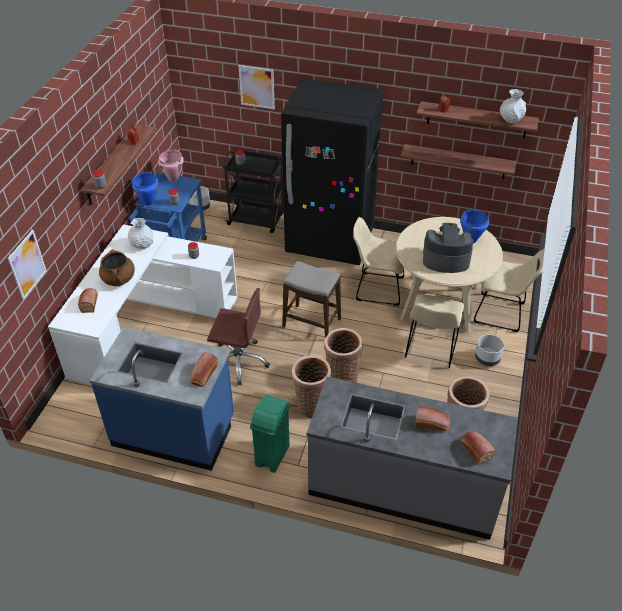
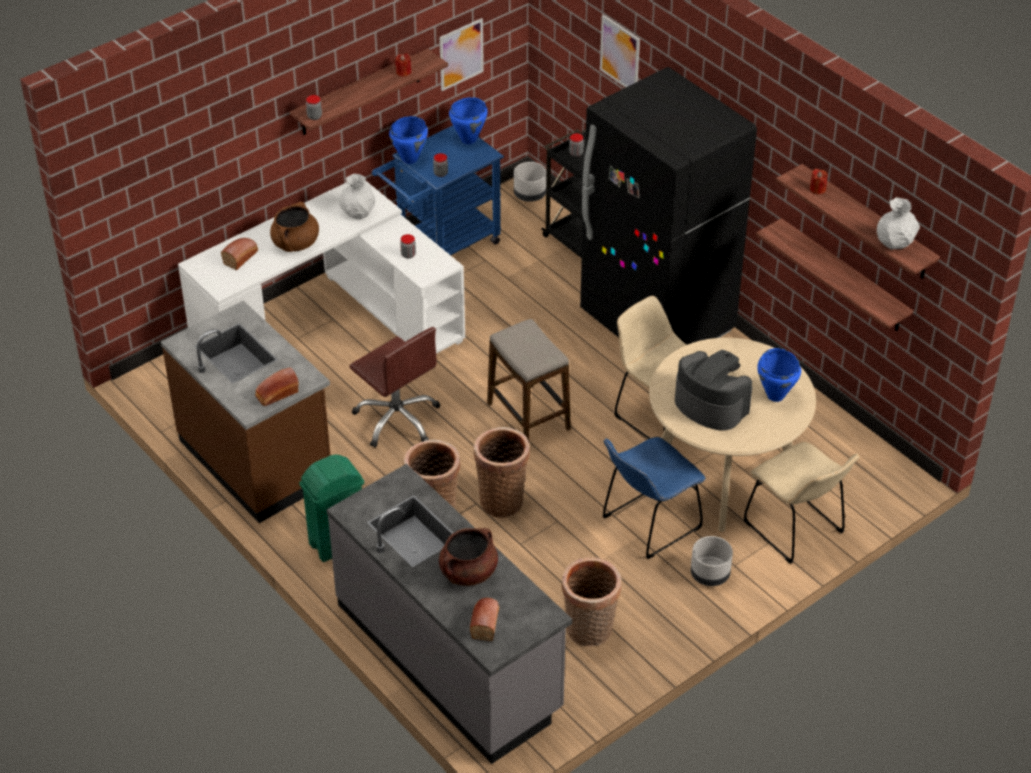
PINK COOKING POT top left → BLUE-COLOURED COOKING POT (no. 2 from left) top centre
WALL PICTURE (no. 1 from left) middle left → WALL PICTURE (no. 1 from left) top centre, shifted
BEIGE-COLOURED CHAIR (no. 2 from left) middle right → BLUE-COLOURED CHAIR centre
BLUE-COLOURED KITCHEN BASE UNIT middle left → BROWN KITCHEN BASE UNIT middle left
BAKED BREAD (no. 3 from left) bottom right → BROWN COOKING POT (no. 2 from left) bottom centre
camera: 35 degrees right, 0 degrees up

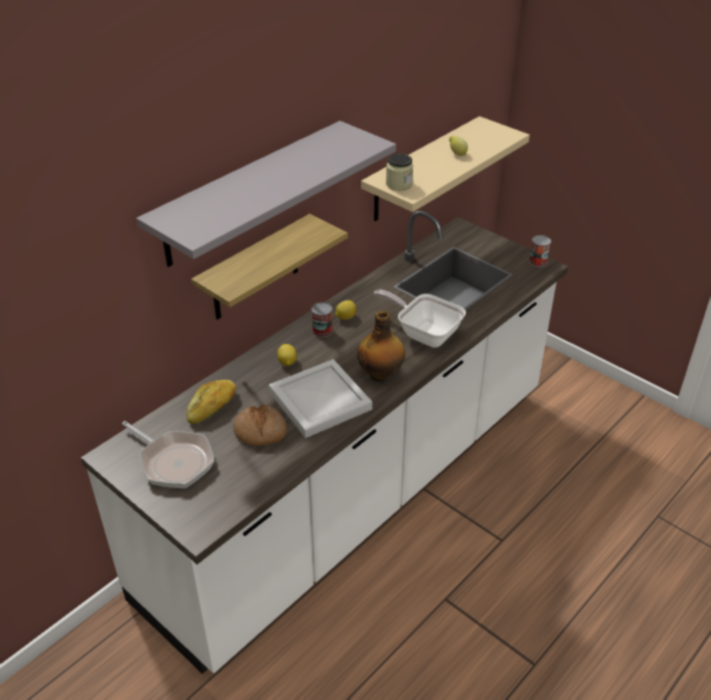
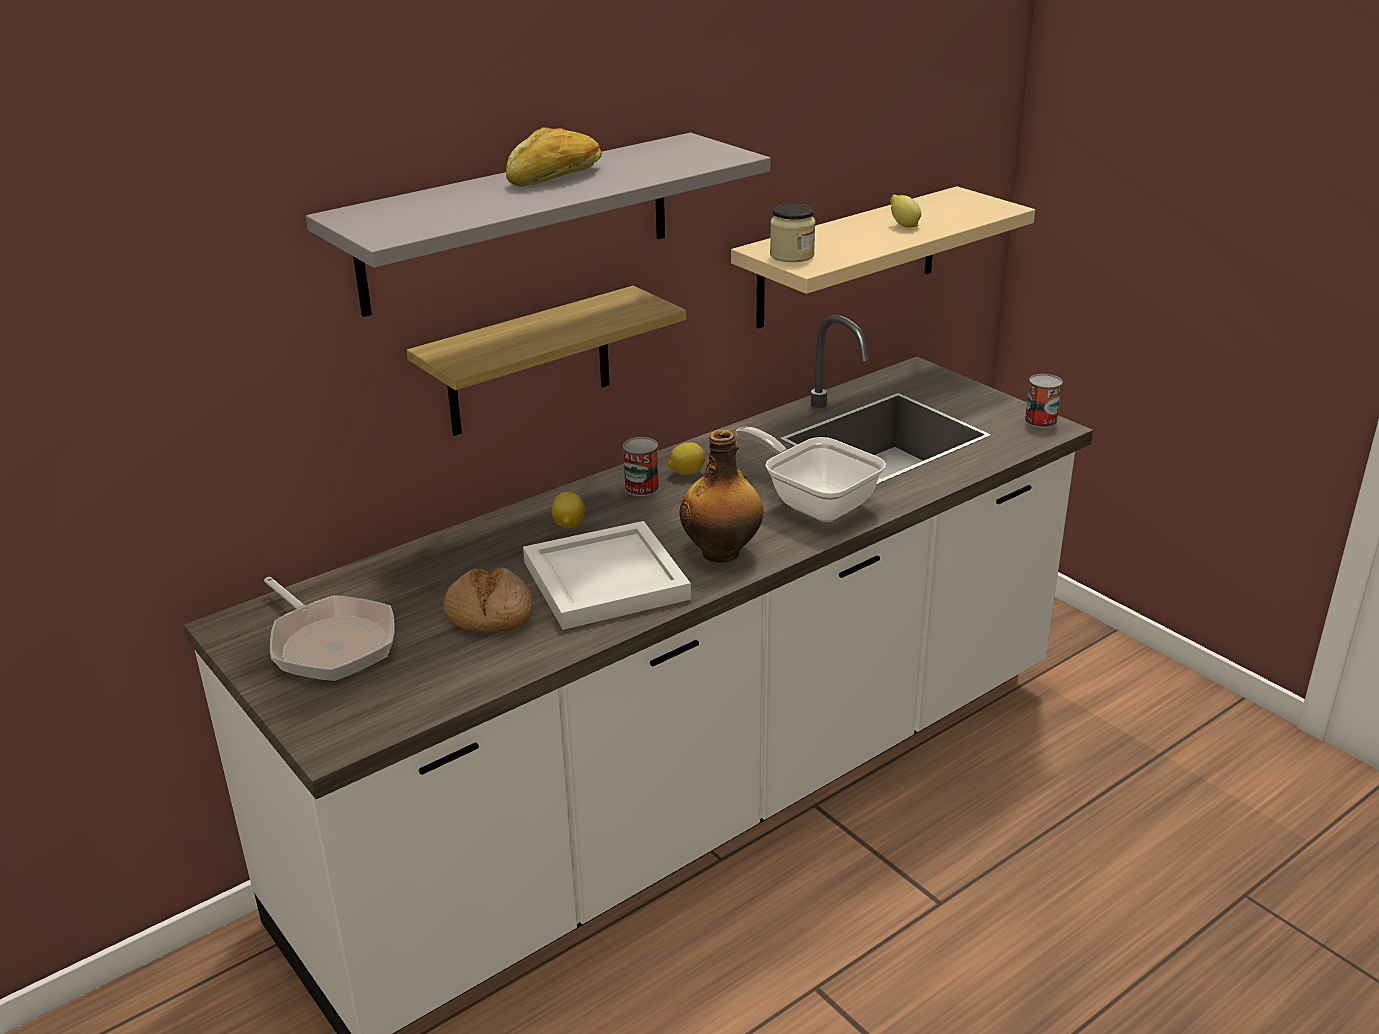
BAKED BREAD (no. 1 from left in the first image) middle left → BAKED BREAD (no. 2 from left) top centre, shifted
camera: 10 degrees right, 10 degrees down

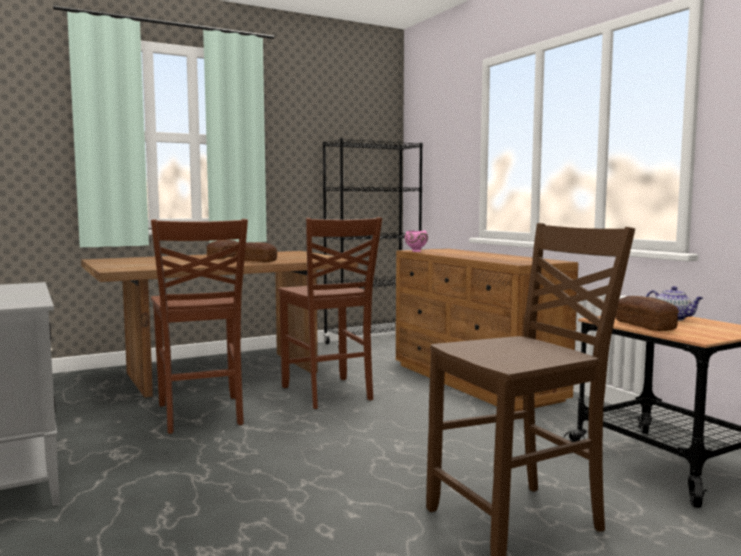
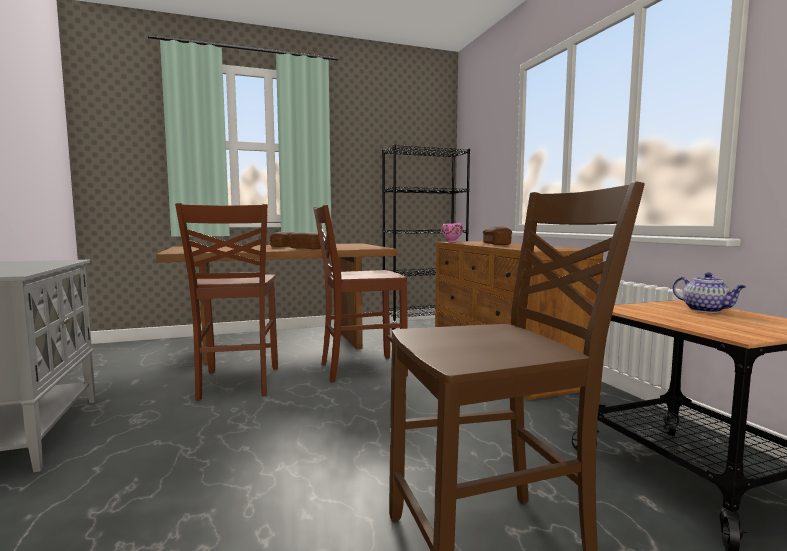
BROWN CHAIR (no. 2 from left) centre, 90 degrees clockwise
BAKED BREAD (no. 3 from left) middle right → BAKED BREAD (no. 3 from left) centre, shifted
camera: 10 degrees right, 0 degrees up

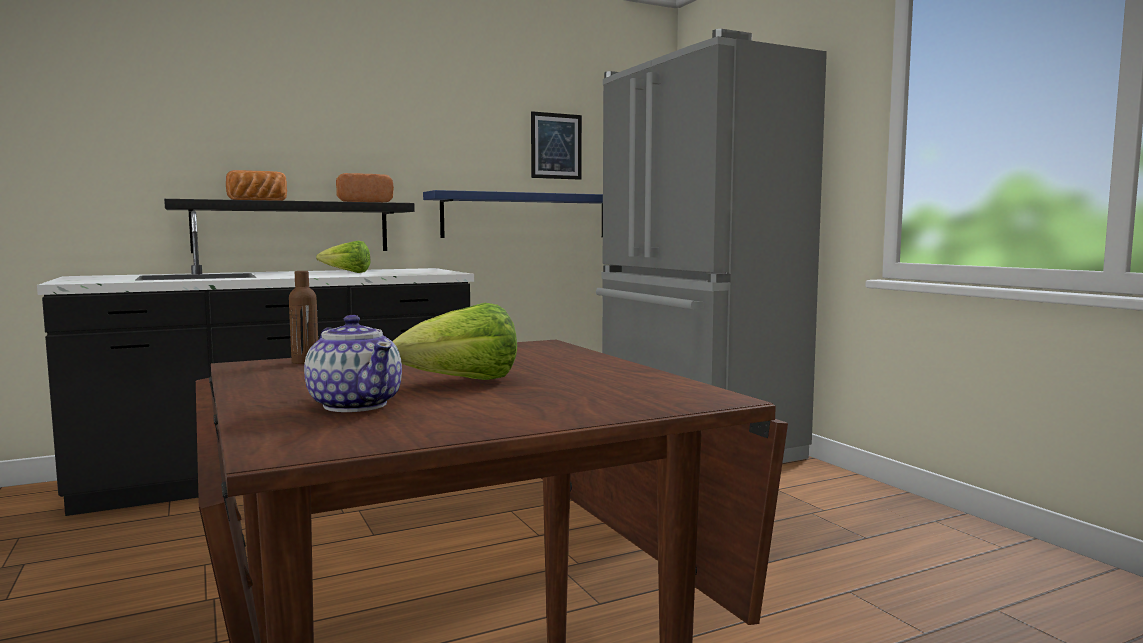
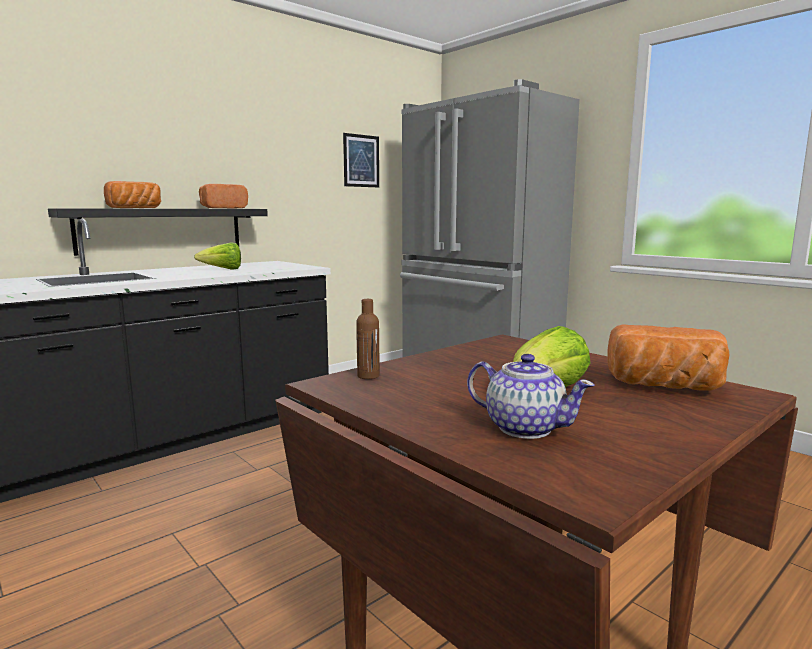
BLUE-COLOURED WALL SHELF top centre → -
- → BAKED BREAD (no. 3 from left) middle right
camera: 15 degrees left, 5 degrees up

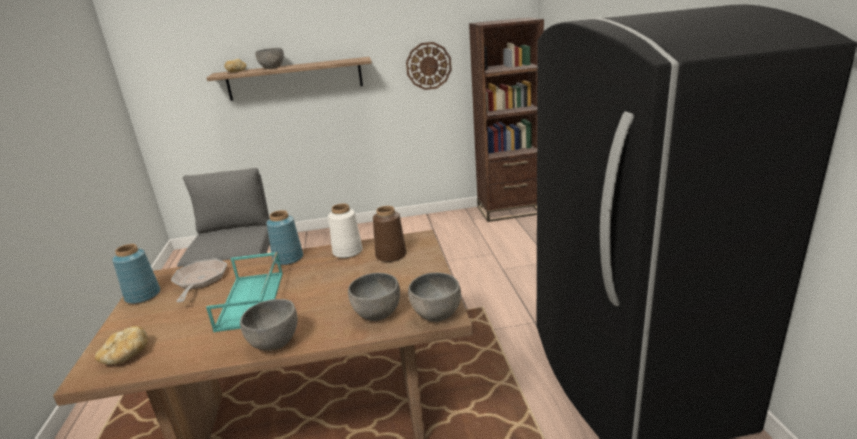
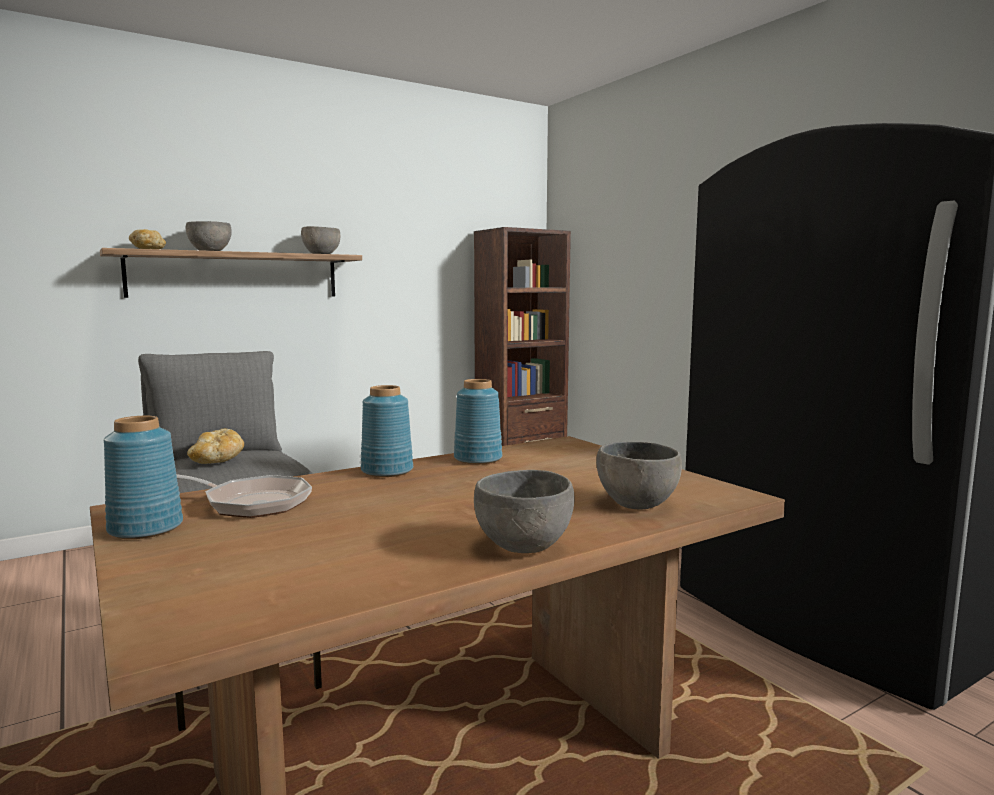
CLOCK ON THE WALL top centre → -
WHITE DECORATIVE VASE centre → BLUE-COLOURED DECORATIVE VASE (no. 3 from left) centre
BROWN DECORATIVE VASE centre → -
TURQUOISE SERVING TRAY middle left → -
SKILLET middle left, 135 degrees clockwise
GREYISH BOWL (no. 4 from left in the first image) bottom centre → GREYISH BOWL (no. 2 from left) top left, shifted
BAKED BREAD (no. 1 from left in the first image) bottom left → BAKED BREAD (no. 2 from left) middle left, shifted
camera: 25 degrees left, 15 degrees down

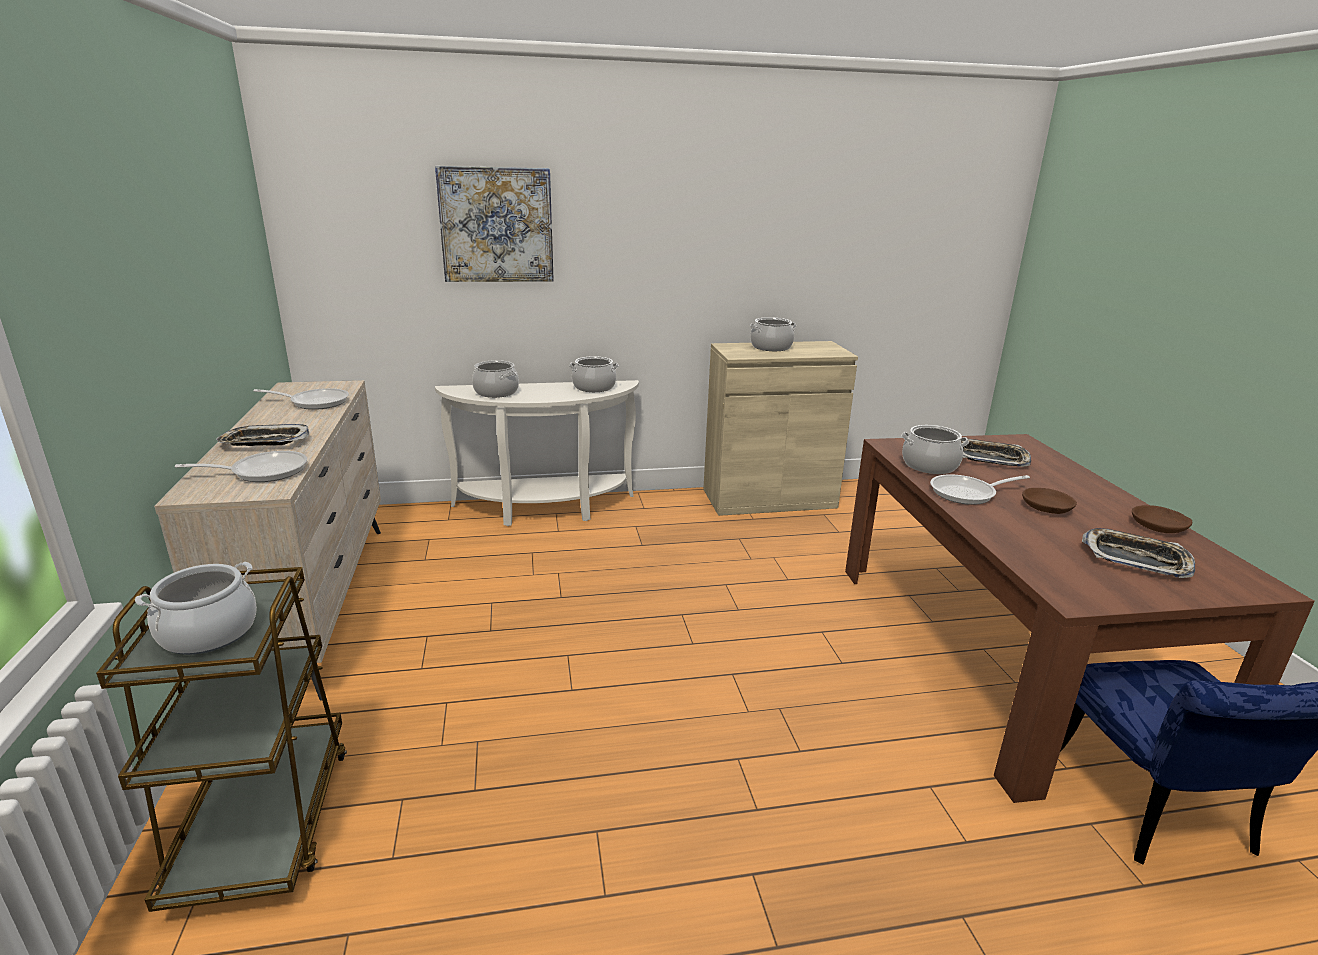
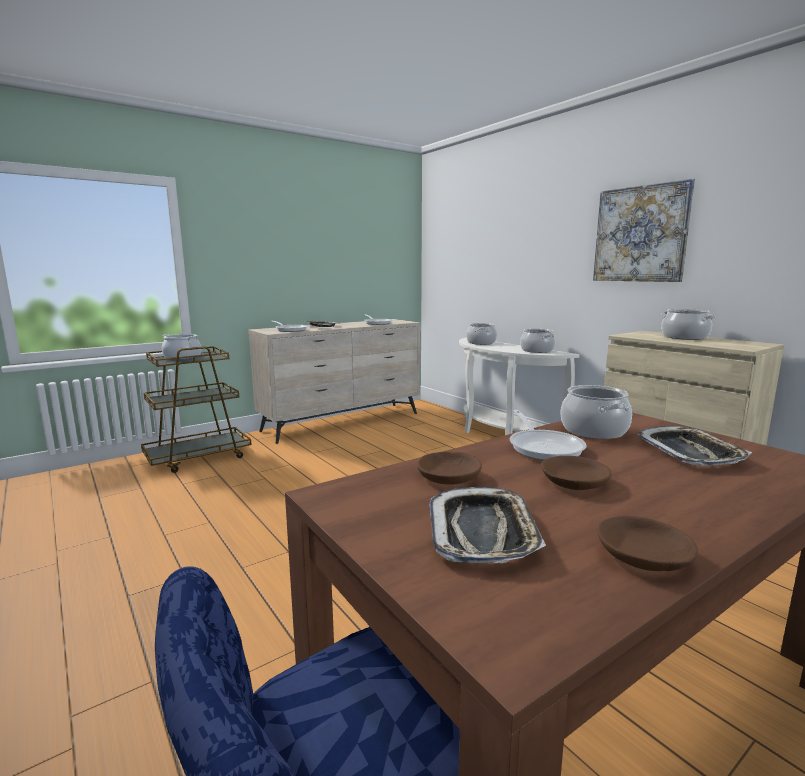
WALL PICTURE top centre → WALL PICTURE top right, shifted
SKILLET (no. 3 from left) middle right, 150 degrees counterclockwise
- → BROWN BOWL (no. 1 from left) centre
camera: 65 degrees right, 10 degrees down

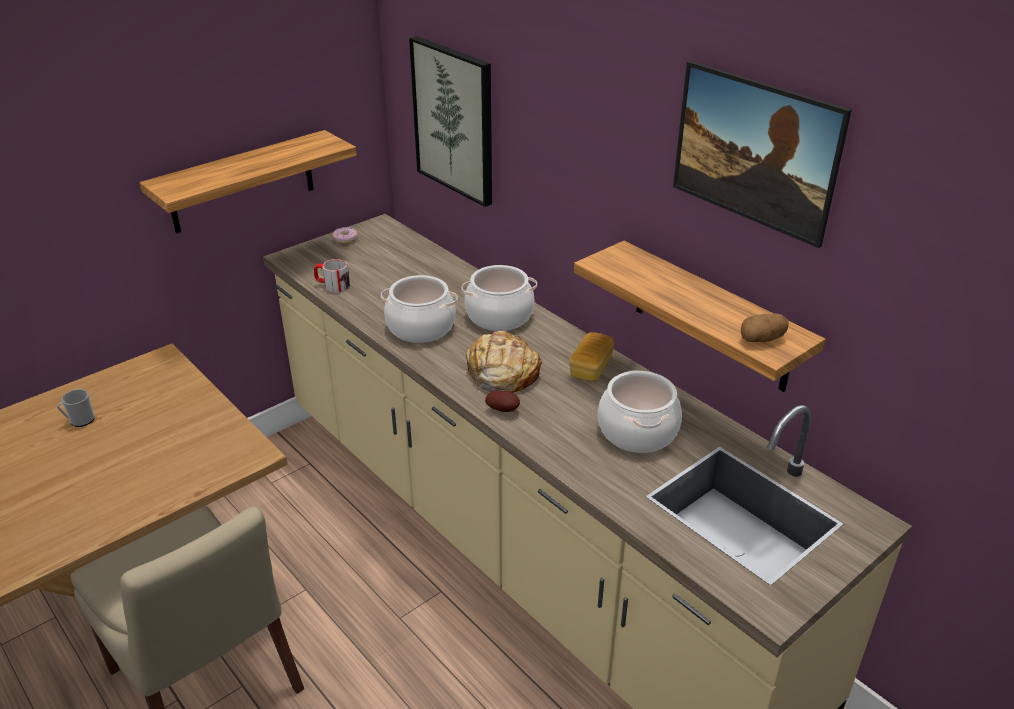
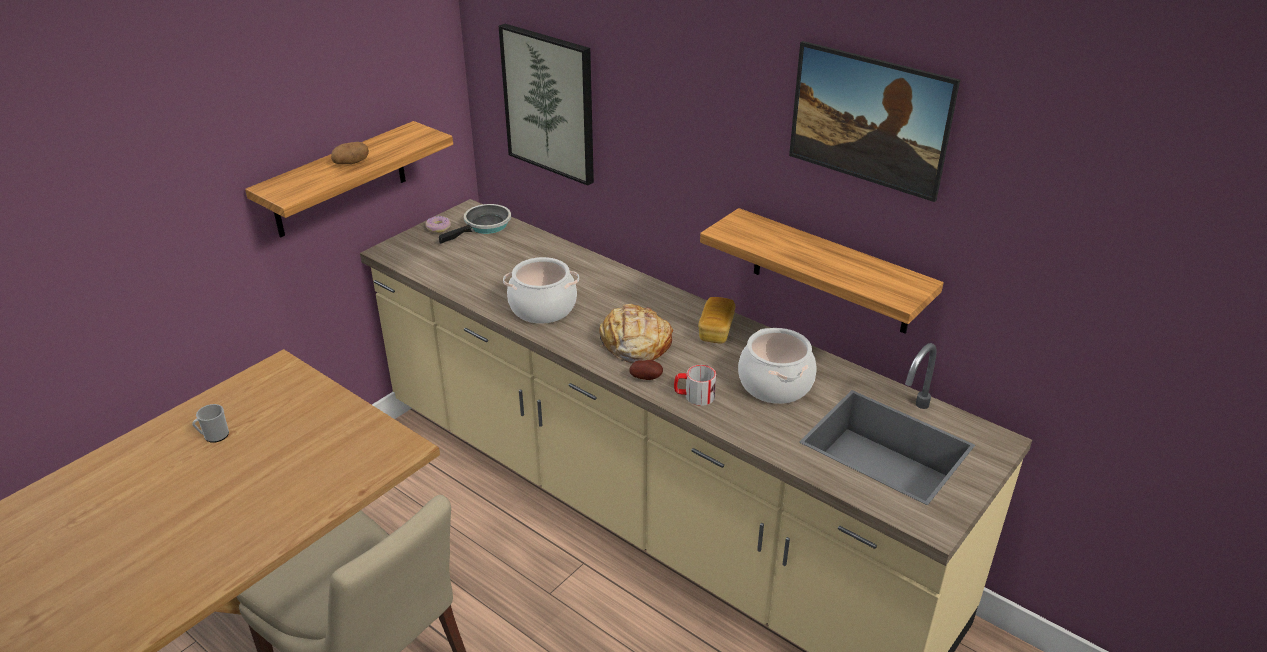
COFFEE MUG (no. 2 from left) middle left → COFFEE MUG (no. 2 from left) centre, shifted
COOKING POT (no. 2 from left) centre → -
WHOLE POTATO (no. 2 from left in the first image) middle right → WHOLE POTATO (no. 1 from left) top left, shifted
- → SKILLET centre
camera: 10 degrees left, 0 degrees up

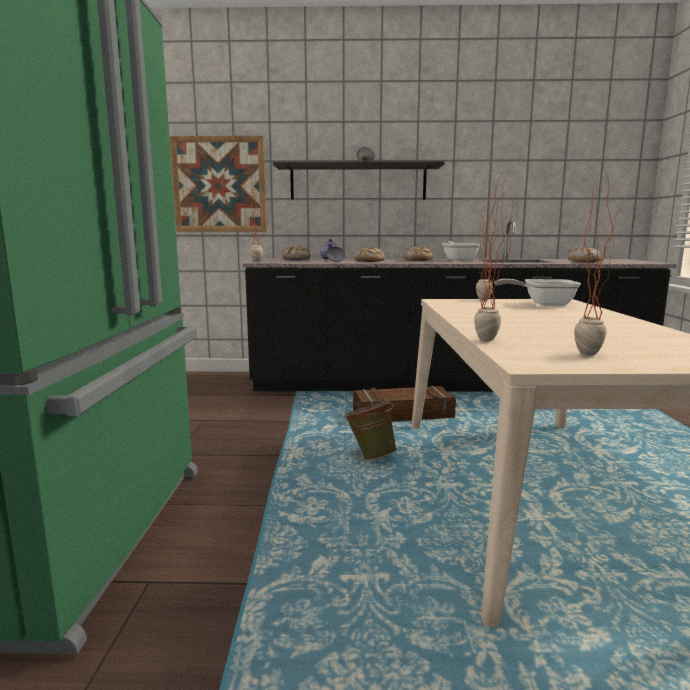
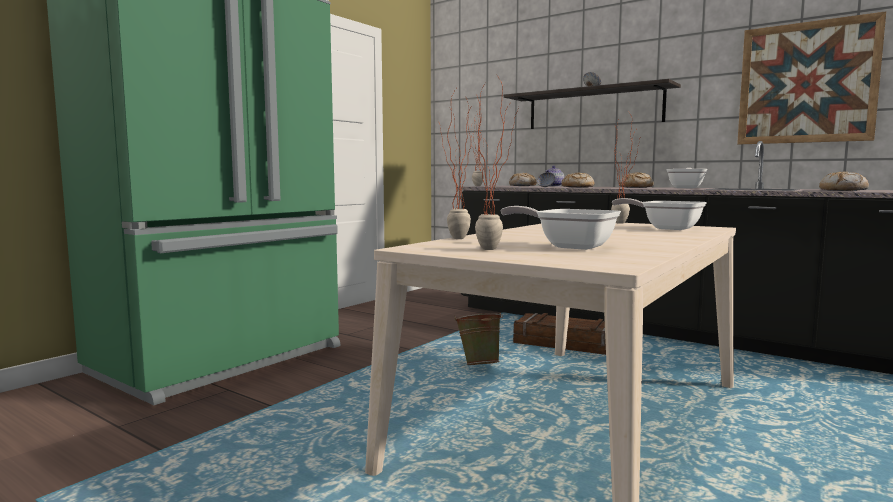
WALL PICTURE top left → WALL PICTURE top right, shifted
- → SKILLET (no. 1 from left) centre
camera: 35 degrees right, 5 degrees down

